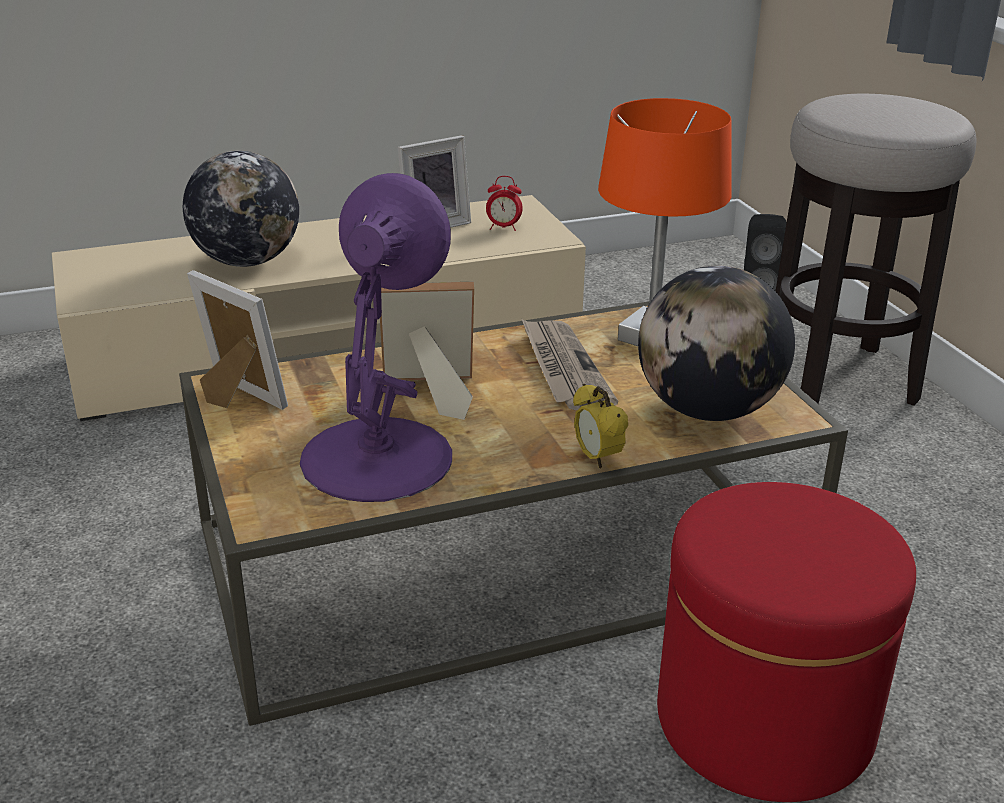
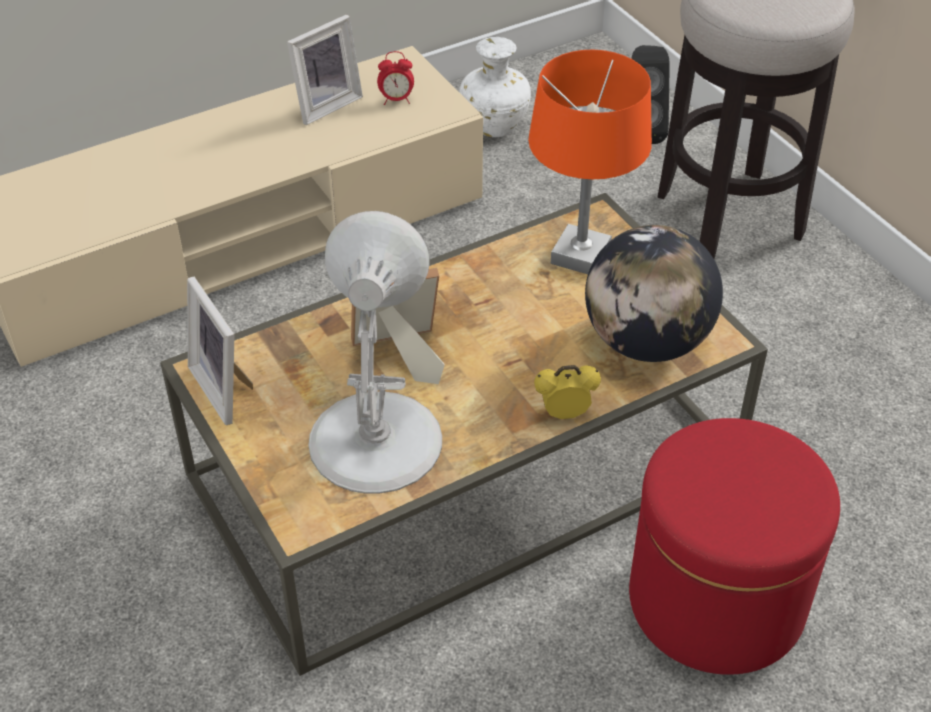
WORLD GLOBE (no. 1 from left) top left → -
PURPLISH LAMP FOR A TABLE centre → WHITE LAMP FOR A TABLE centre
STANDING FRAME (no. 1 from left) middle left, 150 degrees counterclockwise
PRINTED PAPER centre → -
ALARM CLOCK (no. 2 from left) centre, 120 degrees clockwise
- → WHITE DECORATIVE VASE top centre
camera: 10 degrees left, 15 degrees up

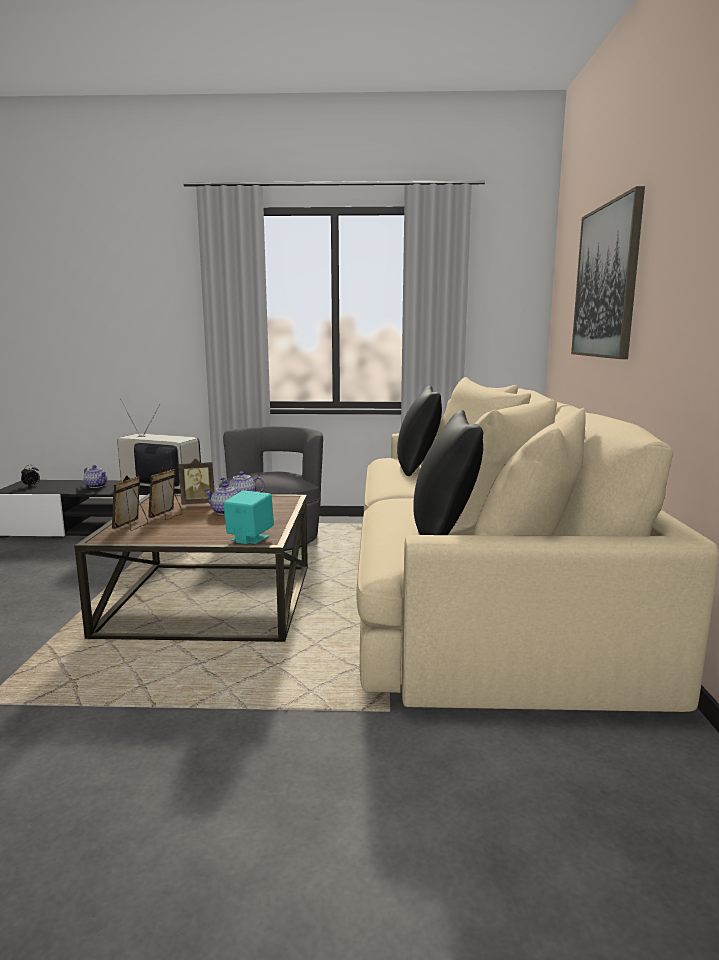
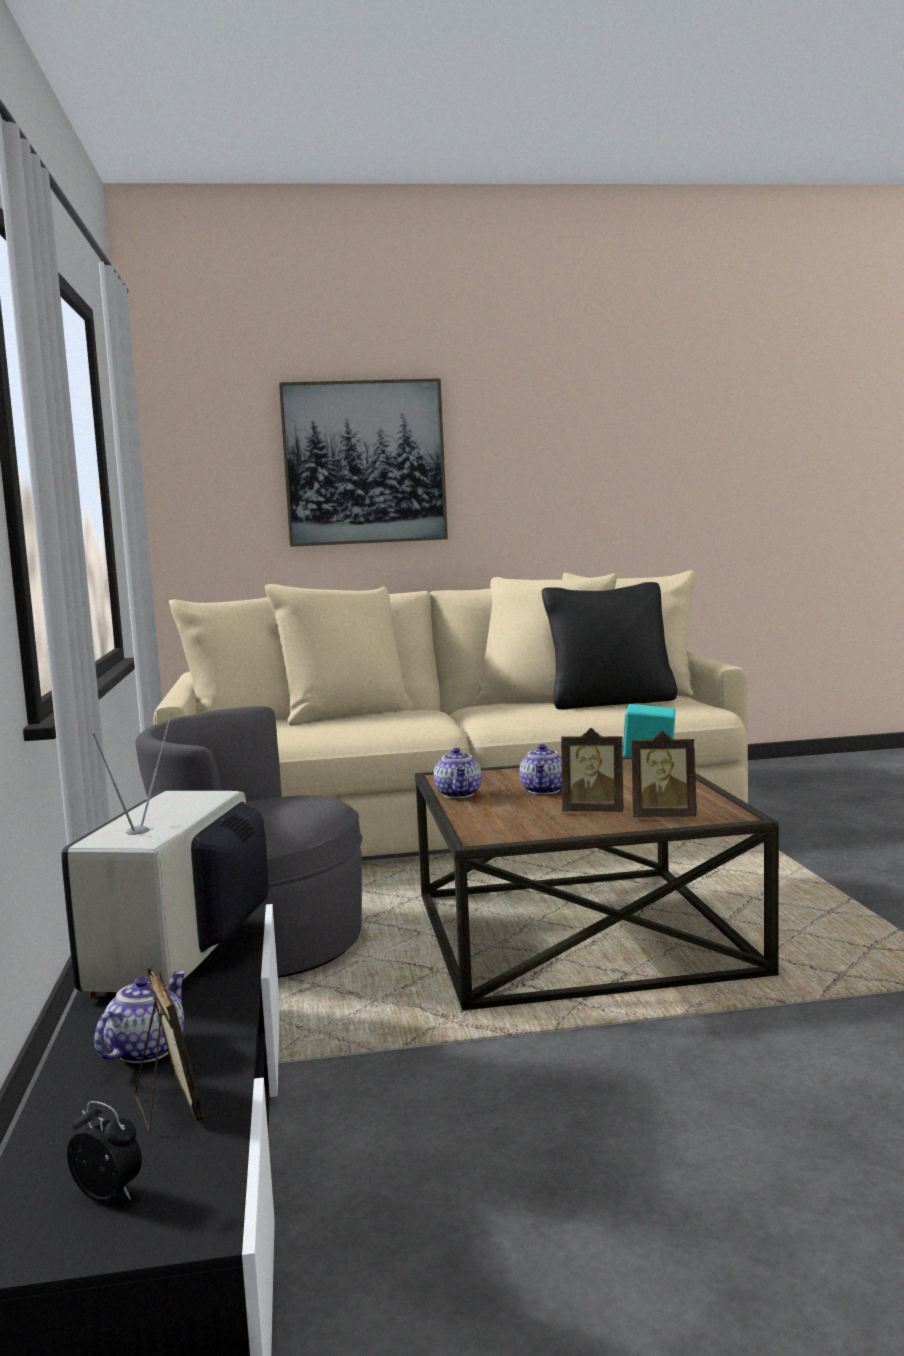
BLACK-COLOURED PILLOW (no. 1 from left) centre → -
STANDING FRAME (no. 3 from left in the first image) middle left → STANDING FRAME (no. 1 from left) bottom left, shifted
camera: 100 degrees left, 5 degrees down

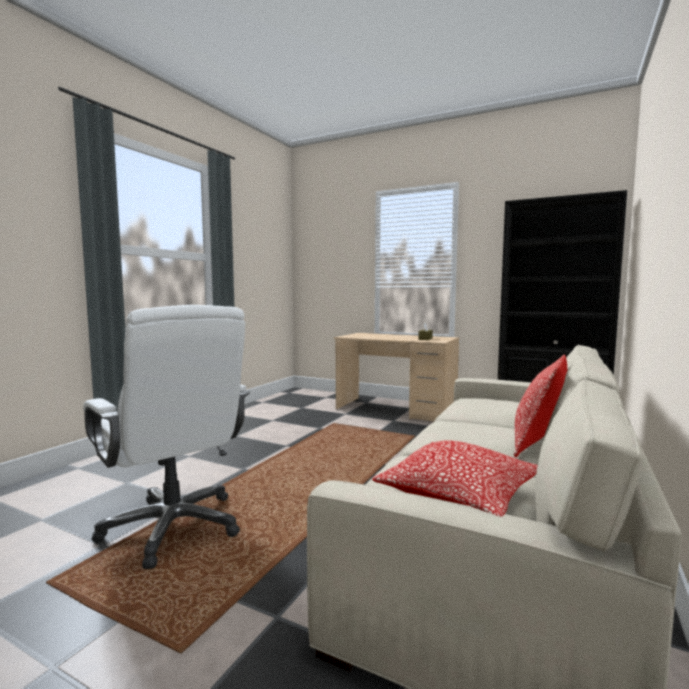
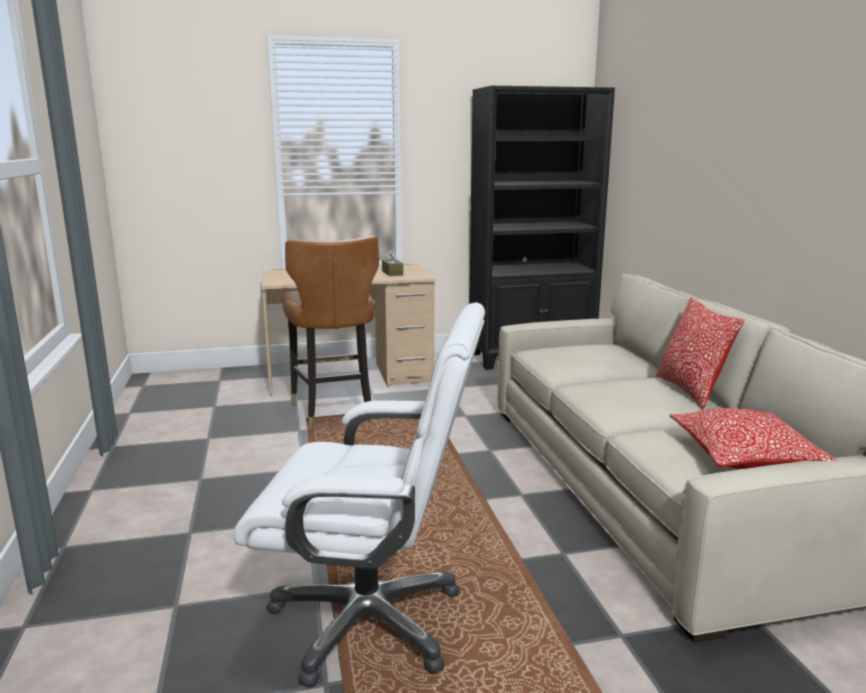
- → BROWN CHAIR centre
camera: 40 degrees left, 10 degrees up

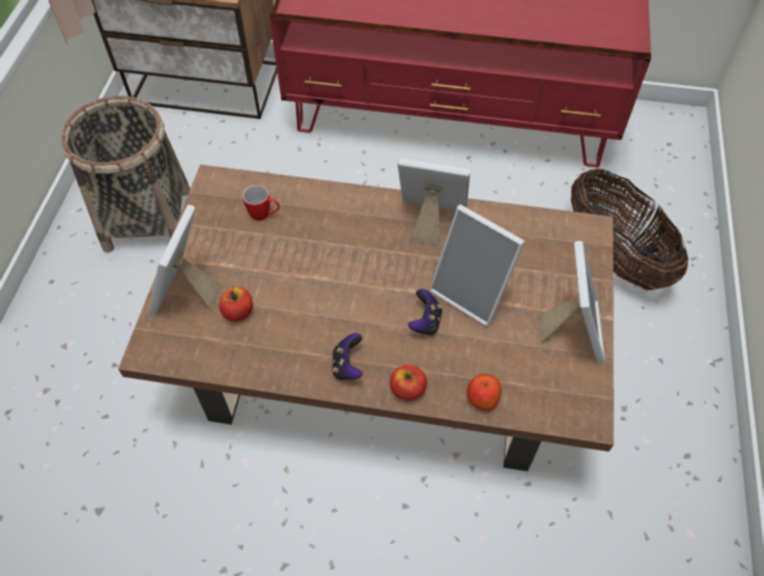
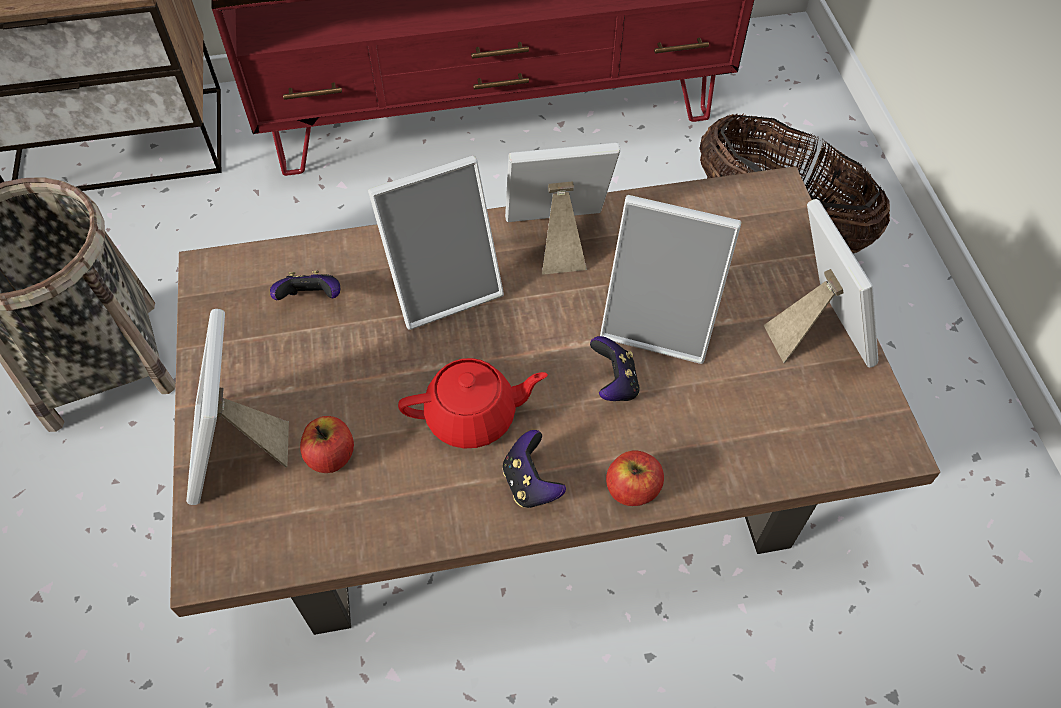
COFFEE MUG centre → JOYPAD (no. 1 from left) middle left
APPLE FRUIT (no. 3 from left) bottom centre → -
- → STANDING FRAME (no. 2 from left) centre
- → REDDISH TEA POT centre
camera: 20 degrees left, 0 degrees up

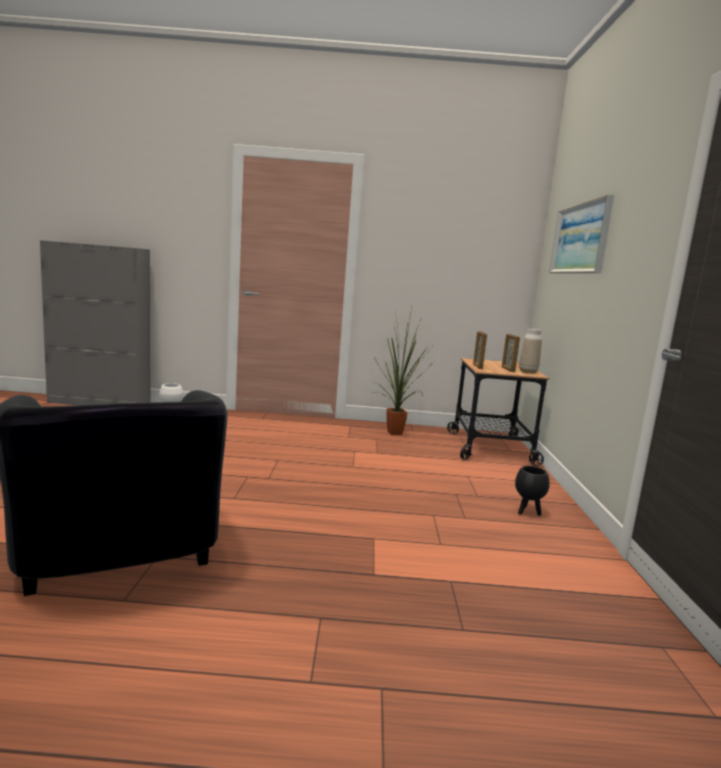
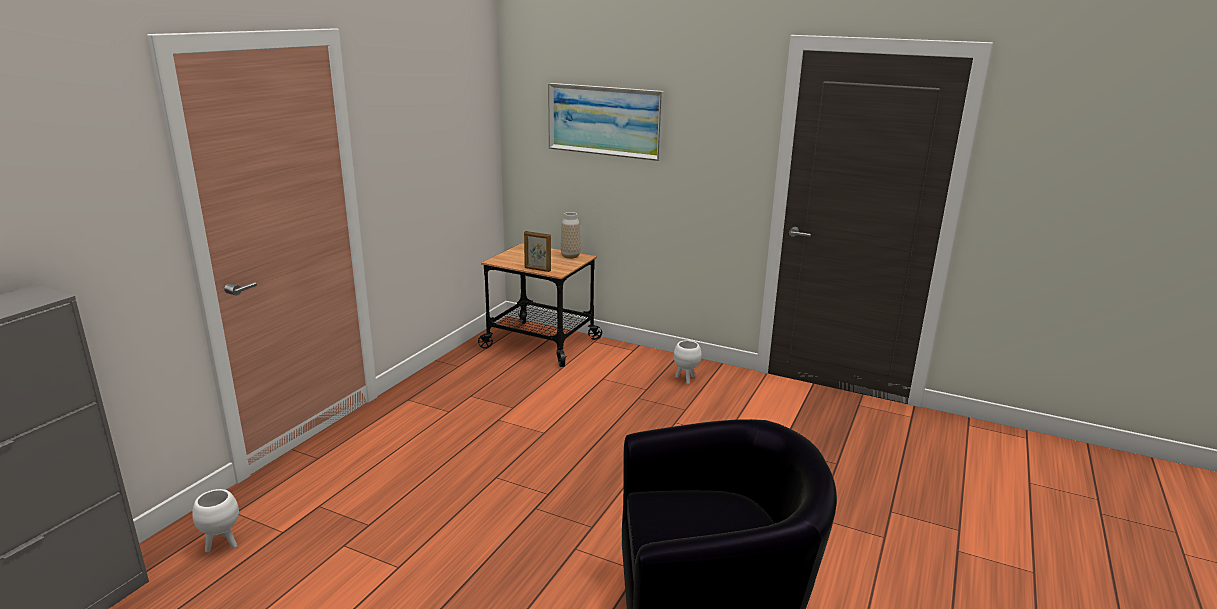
PLANT IN A POT centre → -
STANDING FRAME (no. 2 from left) middle right → -
BLACK-COLOURED FLOWER POT middle right → WHITE FLOWER POT (no. 2 from left) centre
camera: 65 degrees left, 10 degrees up

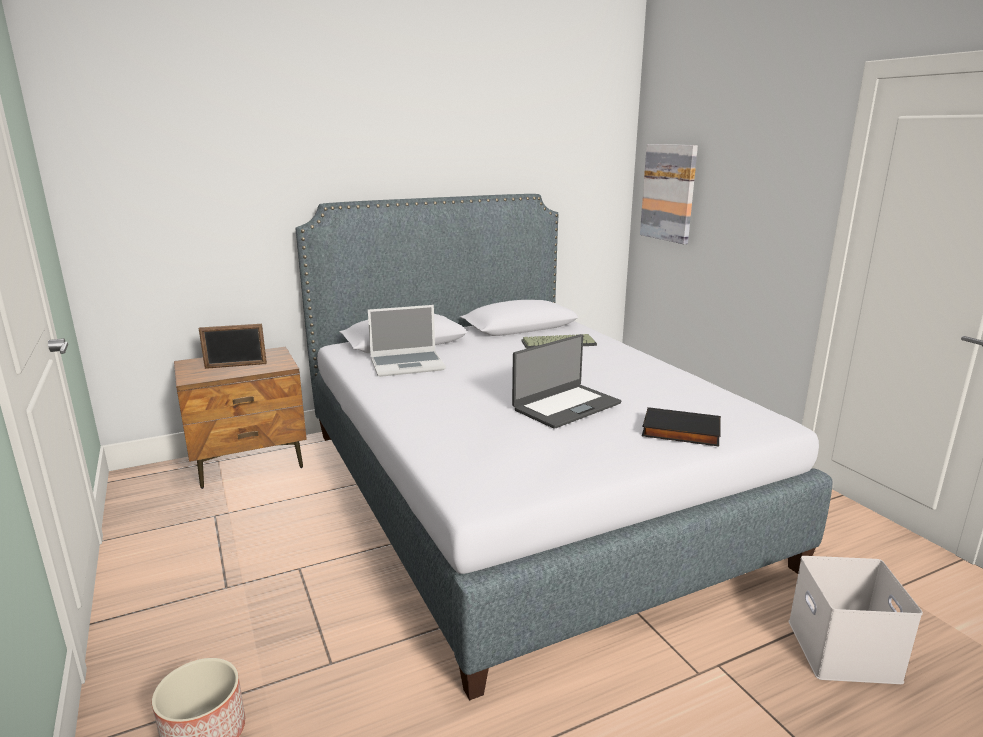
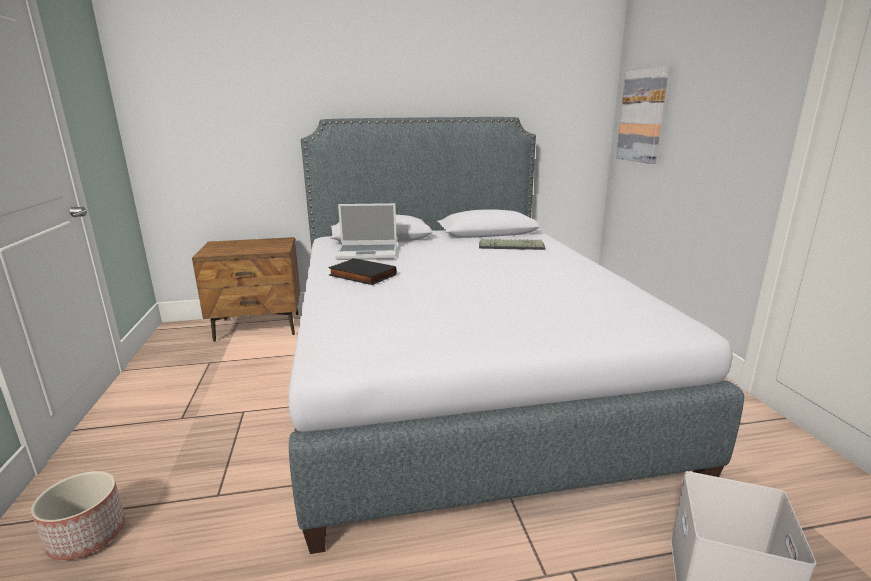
STANDING FRAME middle left → -
LAPTOP (no. 2 from left) centre → -
BLACK-COLOURED BOOK middle right → BLACK-COLOURED BOOK centre, shifted
camera: 15 degrees right, 0 degrees up

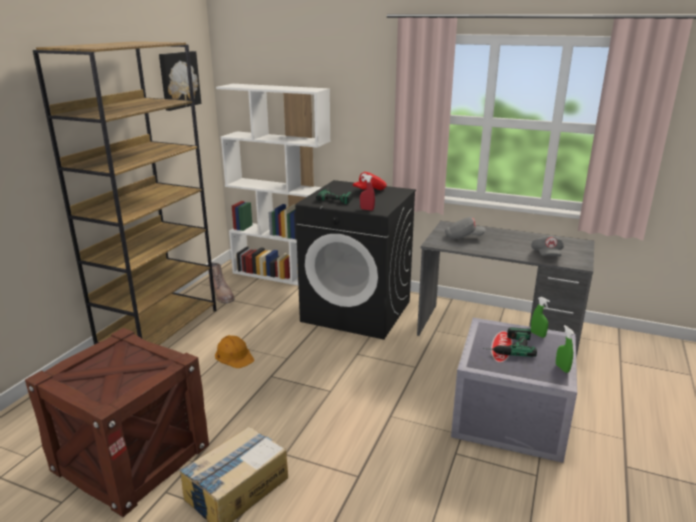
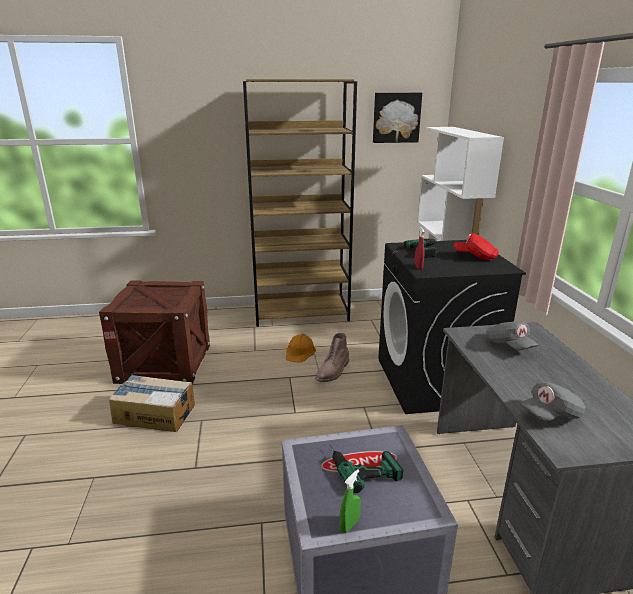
BROWN BOOT middle left → BROWN BOOT centre, shifted
GREEN-COLOURED HAND SPRAYER (no. 1 from left) middle right → -
camera: 60 degrees right, 0 degrees up

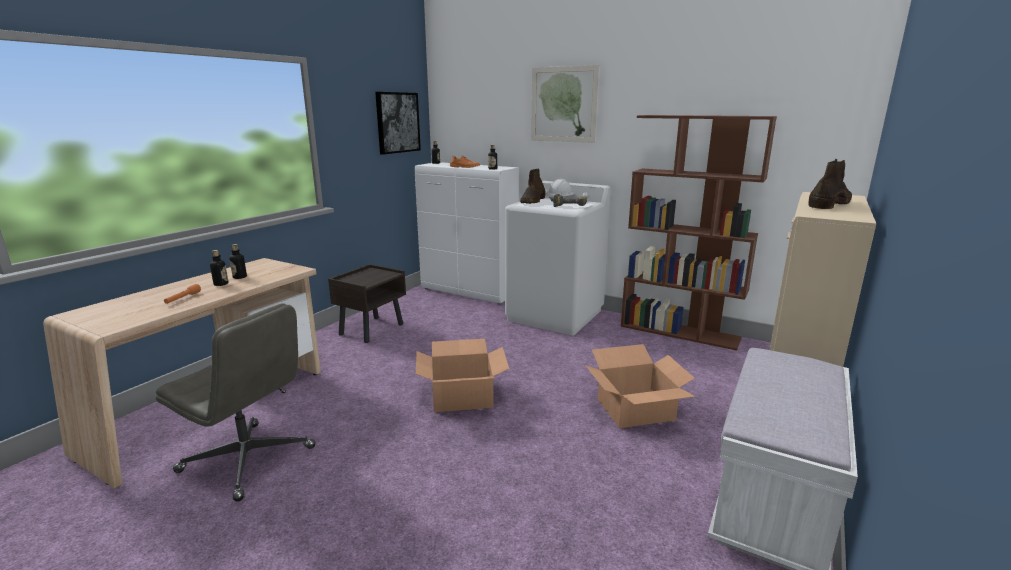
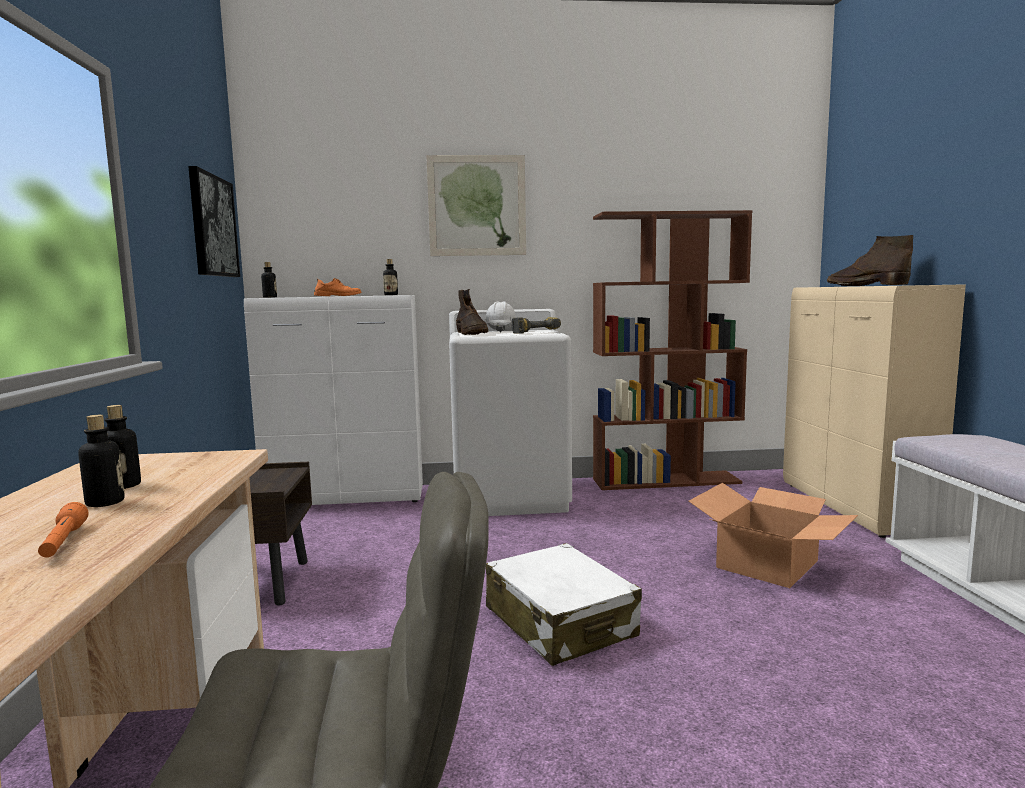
BROWN BOOT (no. 2 from left) top right, 45 degrees counterclockwise
CARDBOARD BOX (no. 1 from left) centre → WHITE PIECE OF LUGGAGE bottom centre
camera: 35 degrees left, 10 degrees down

